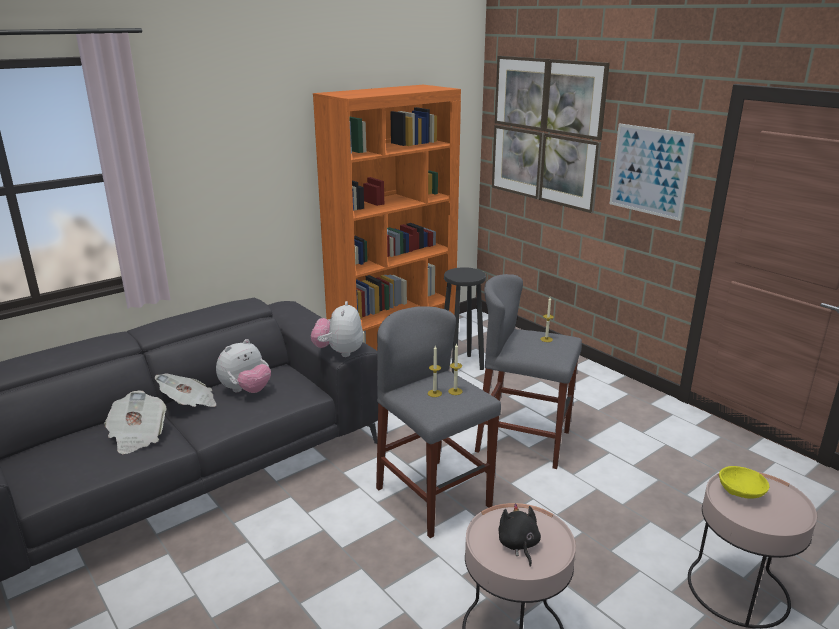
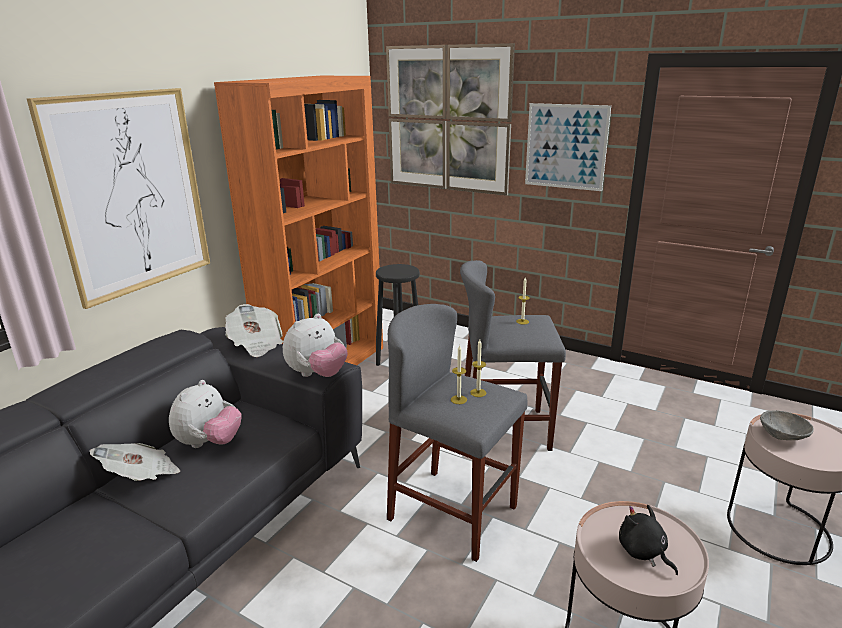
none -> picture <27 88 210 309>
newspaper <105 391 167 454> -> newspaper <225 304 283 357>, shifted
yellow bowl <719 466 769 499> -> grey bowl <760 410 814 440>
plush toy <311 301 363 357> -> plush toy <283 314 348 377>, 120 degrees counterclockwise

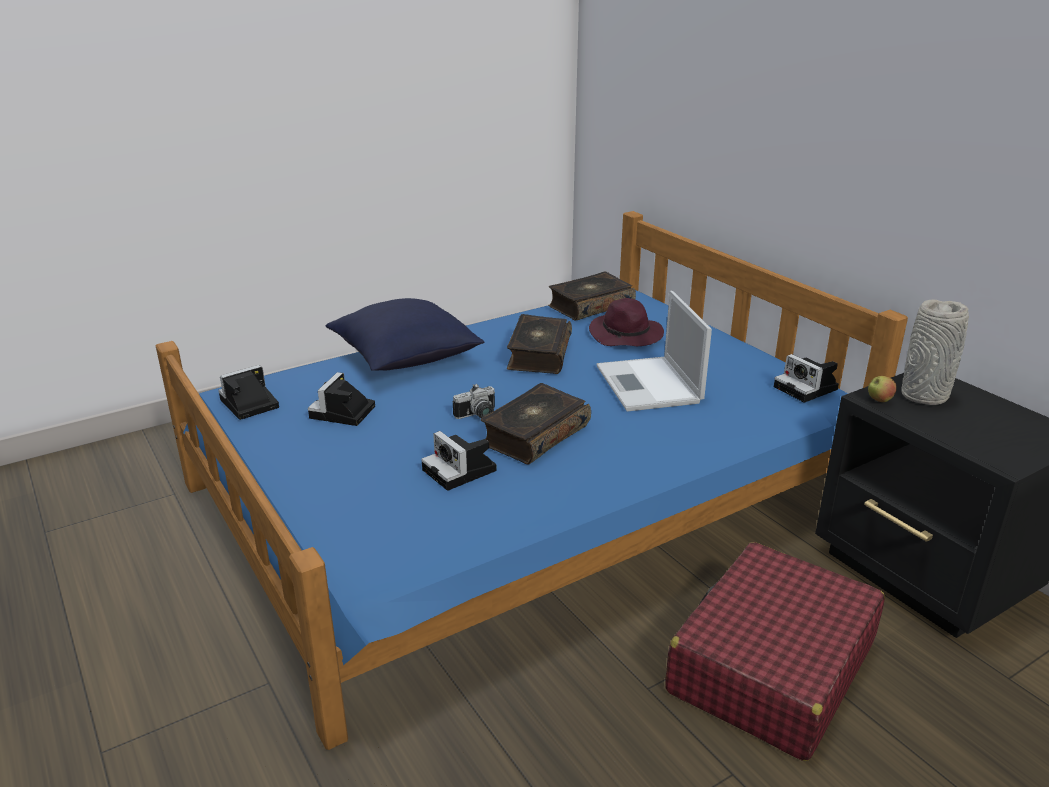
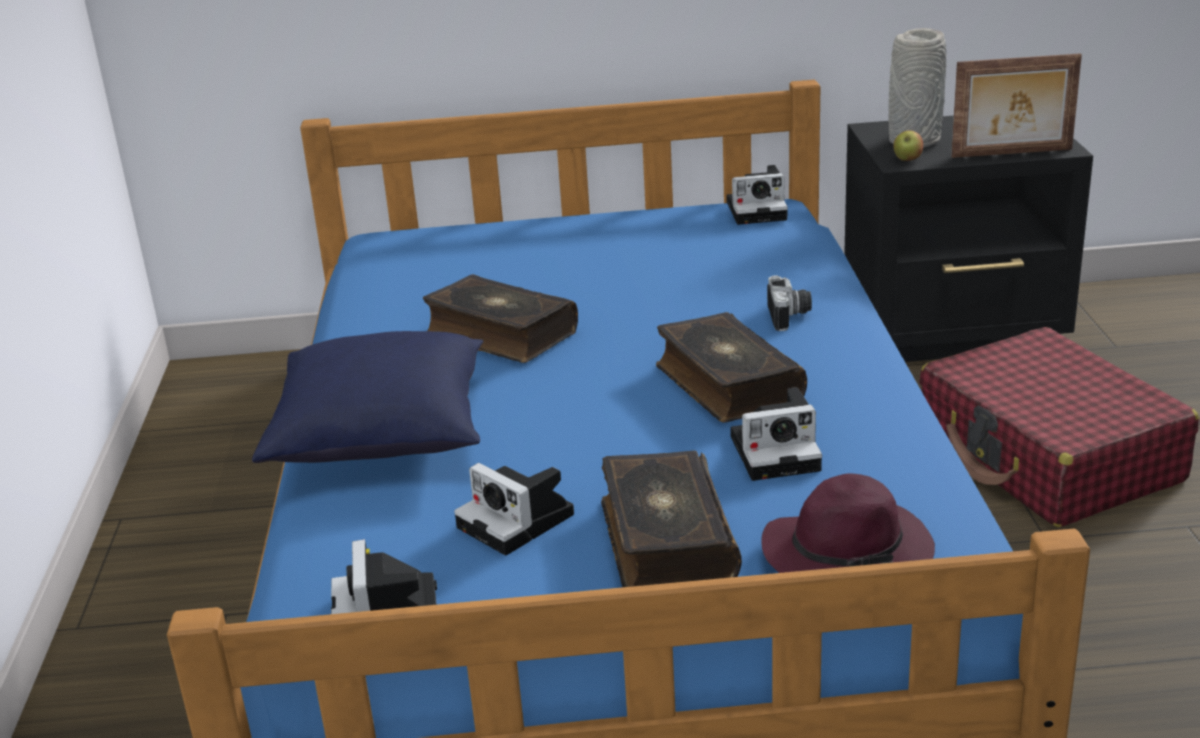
laptop <596 291 712 412> -> none
none -> picture frame <951 53 1082 158>
photo camera <453 384 495 419> -> photo camera <767 275 812 331>, shifted
book <548 272 636 321> -> book <601 451 742 587>, shifted
purple hat <589 298 664 346> -> purple hat <761 473 935 573>, shifted

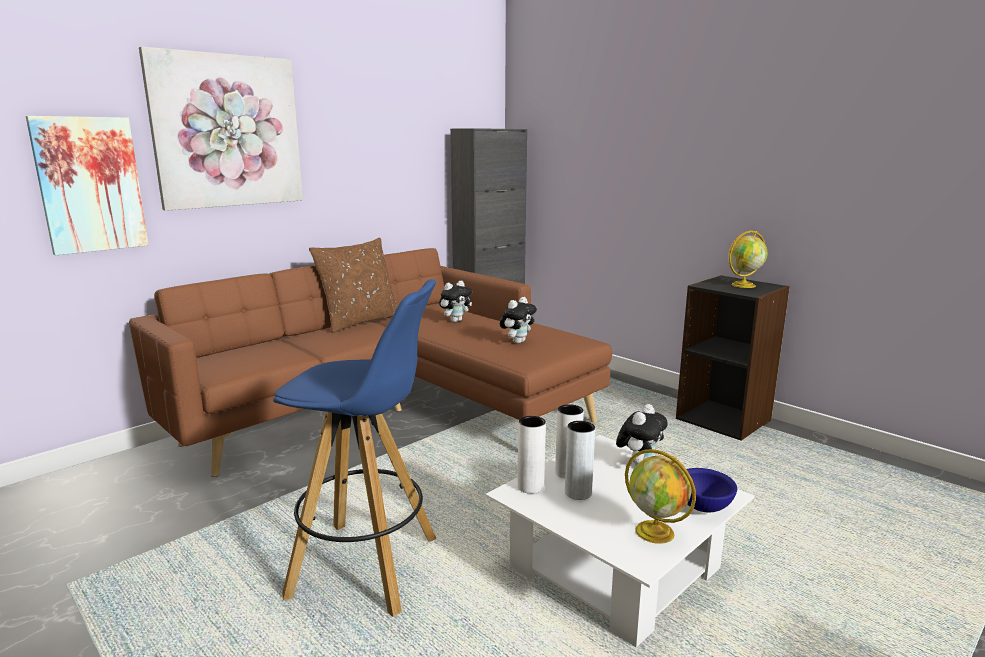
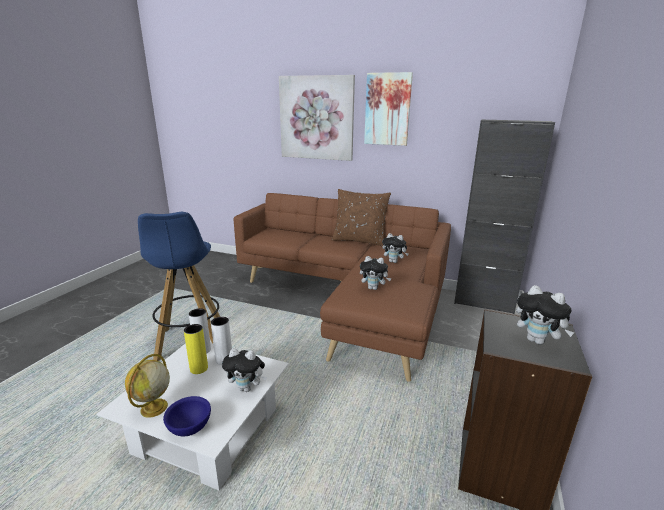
picture <26 116 149 255> -> picture <364 72 413 146>, shifted
globe <728 231 767 288> -> plush toy <516 285 575 345>
grey vase <565 421 595 500> -> yellow vase <184 324 208 374>

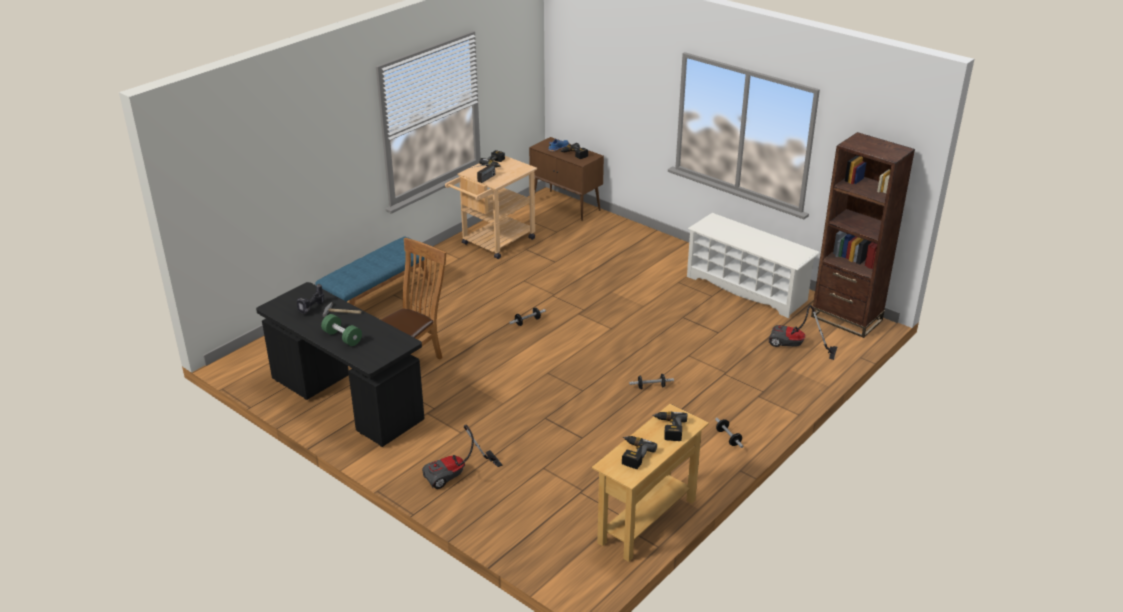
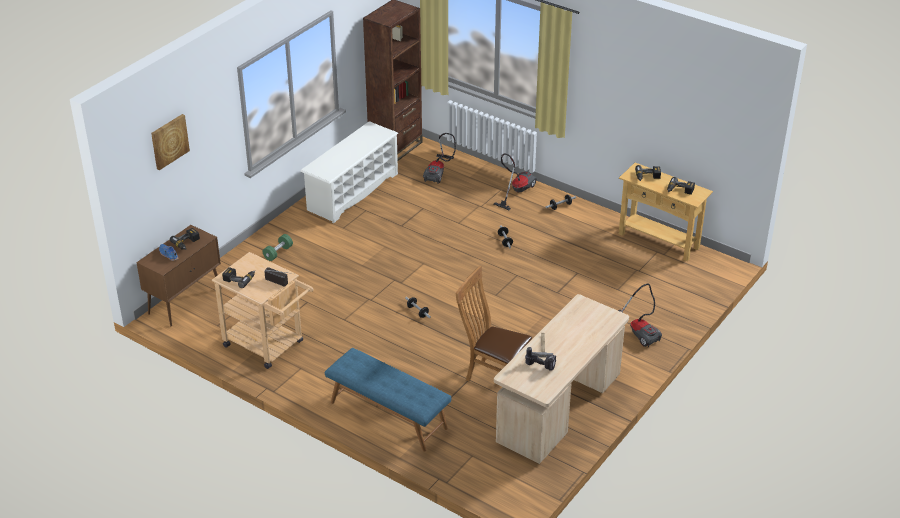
none -> picture <151 114 190 170>
none -> vacuum cleaner <494 153 537 210>
green dumbbell <321 314 362 346> -> green dumbbell <263 234 293 261>, shifted
black desk <256 282 425 447> -> beige desk <494 294 629 464>

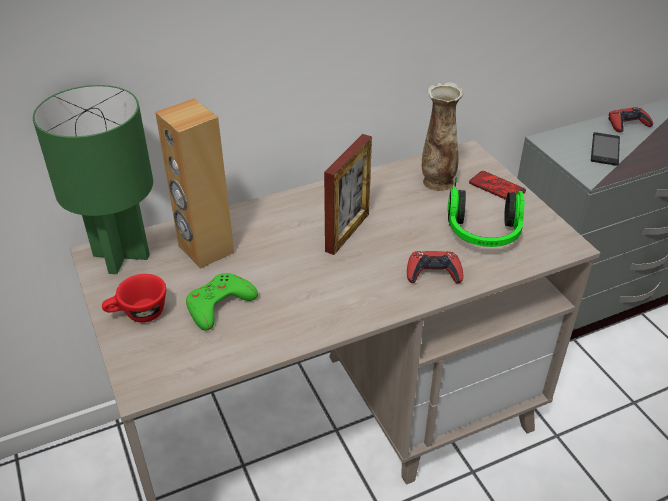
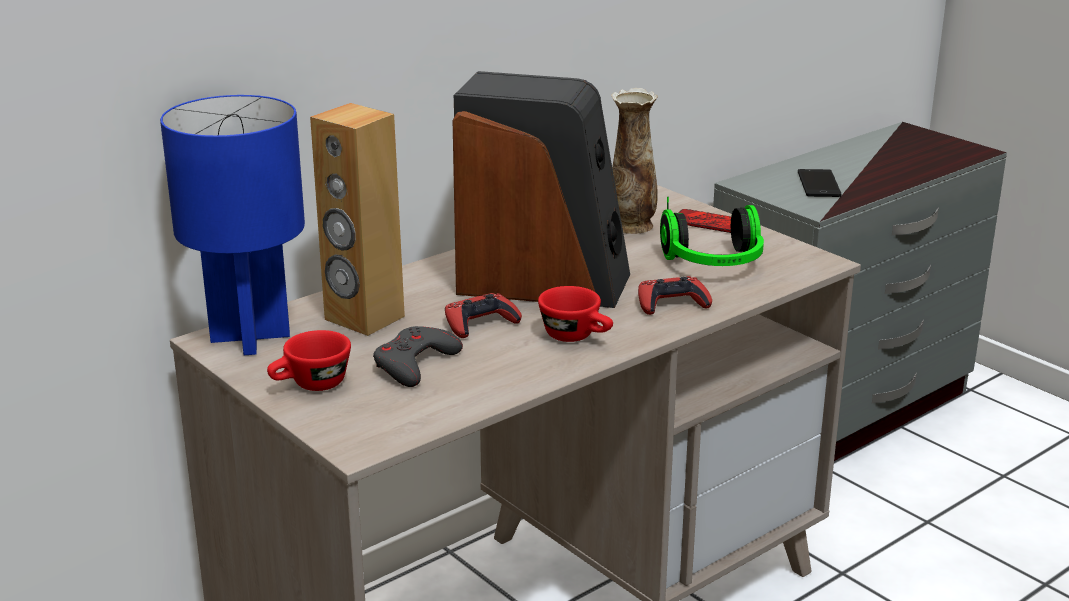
none -> red cup <538 286 613 342>
red game controller <609 107 653 132> -> red game controller <445 293 522 338>, shifted
picture frame <324 134 372 255> -> speaker <453 71 630 308>
green table lamp <33 85 153 274> -> blue table lamp <160 95 305 355>
green game controller <186 273 258 331> -> grey game controller <373 326 463 387>

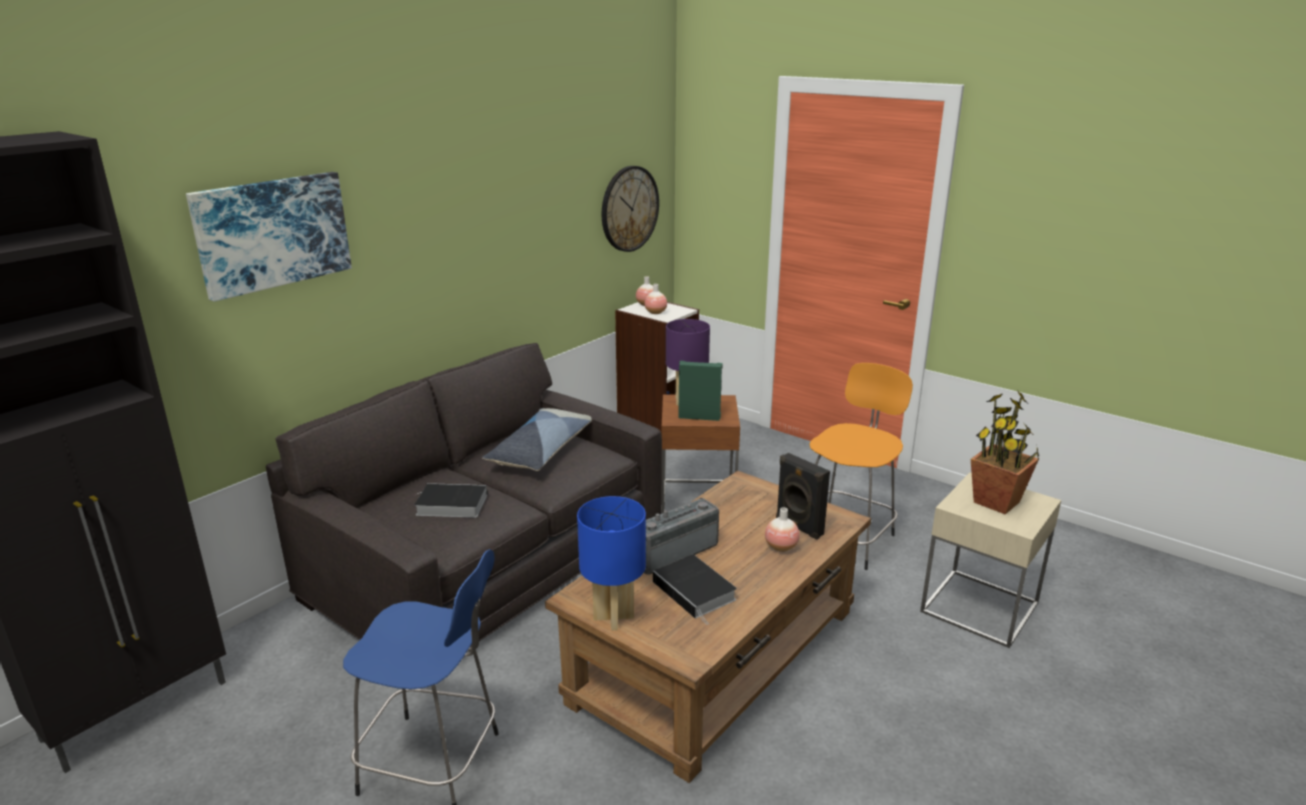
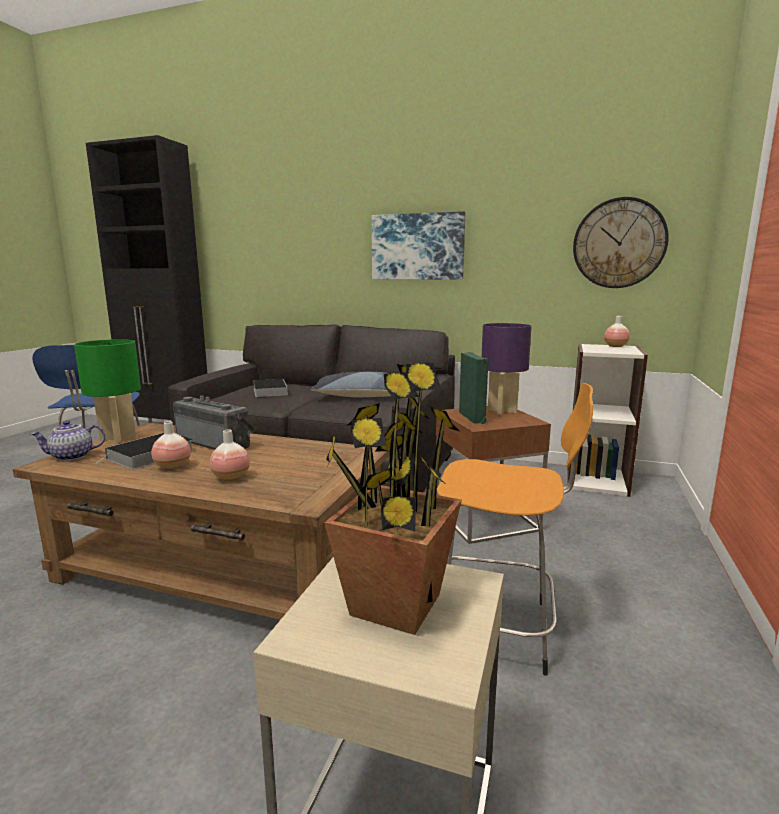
black speaker <776 453 830 540> -> none
none -> teapot <31 420 105 461>
picture <186 172 352 301> -> picture <372 211 465 279>, shifted
vase <644 284 667 314> -> vase <151 421 191 470>, shifted
blue table lamp <577 496 646 631> -> green table lamp <74 339 141 443>

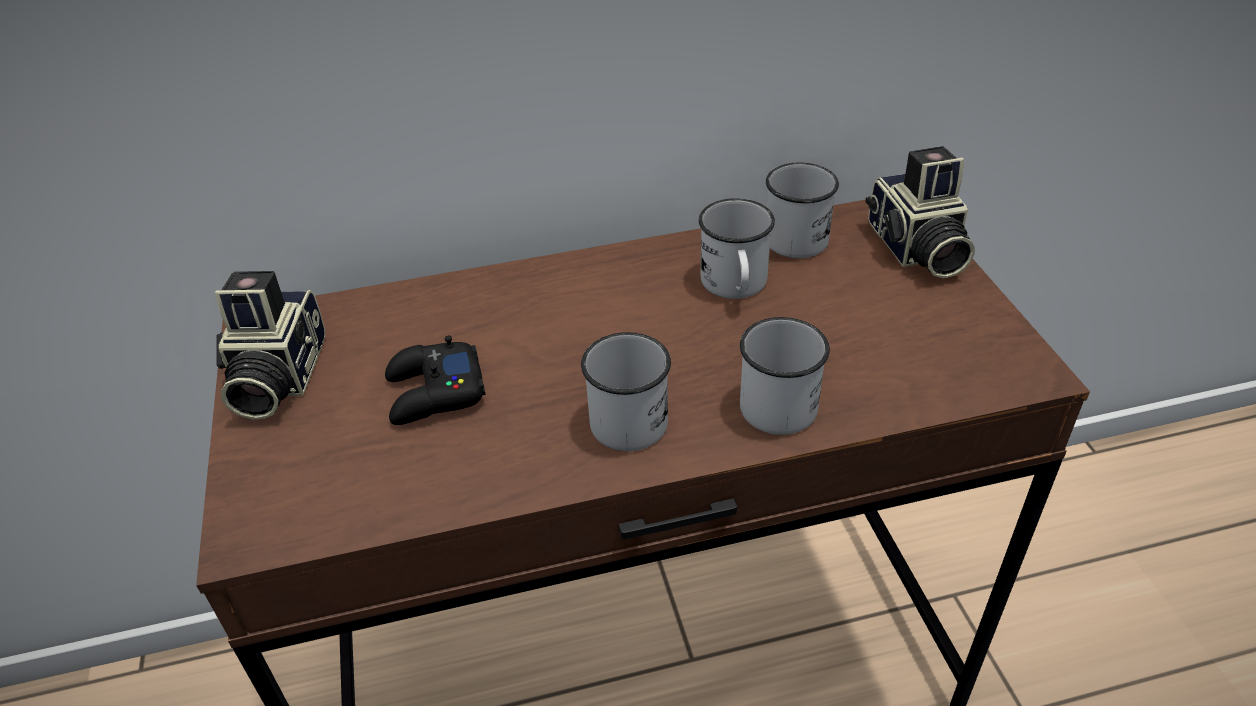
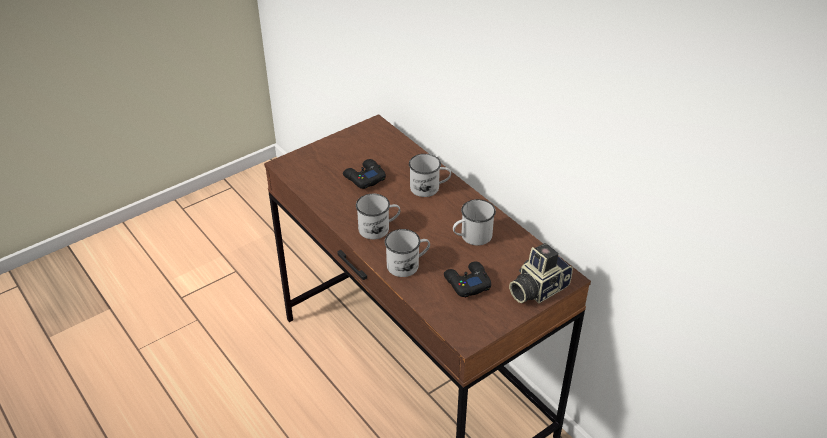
photo camera <215 271 325 420> -> none
none -> black game controller <444 262 491 298>
white mug <766 162 839 258> -> white mug <409 154 451 197>, shifted

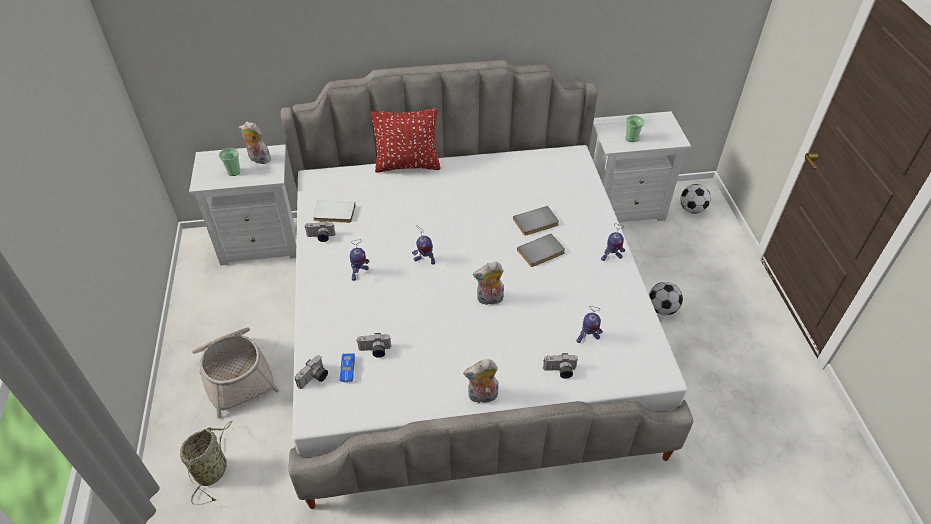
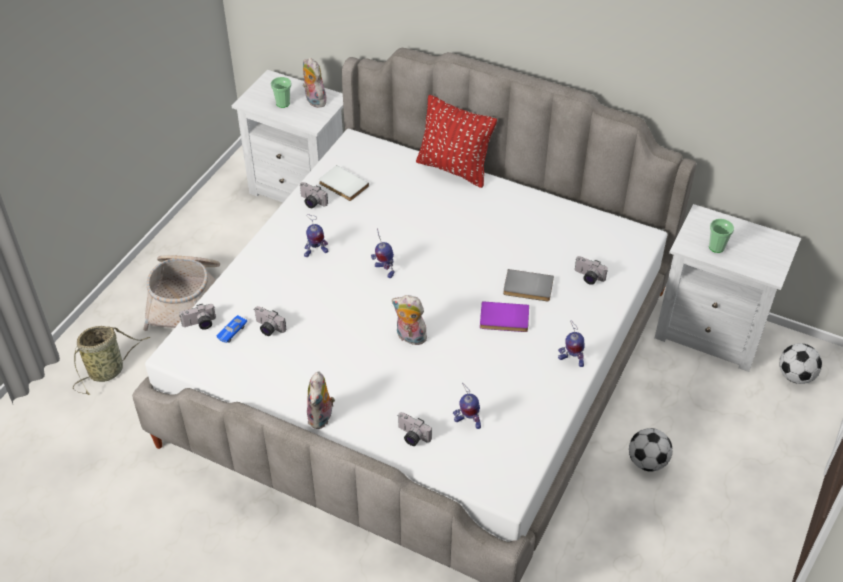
none -> photo camera <575 256 608 285>
grey book <517 234 565 267> -> purple book <480 301 529 332>
plush toy <463 359 499 403> -> plush toy <307 371 335 429>, 105 degrees counterclockwise

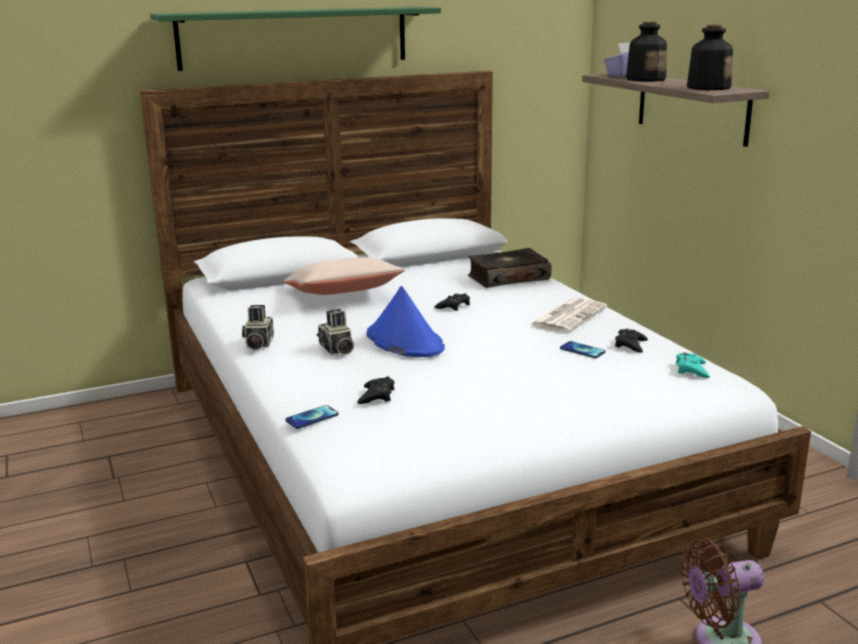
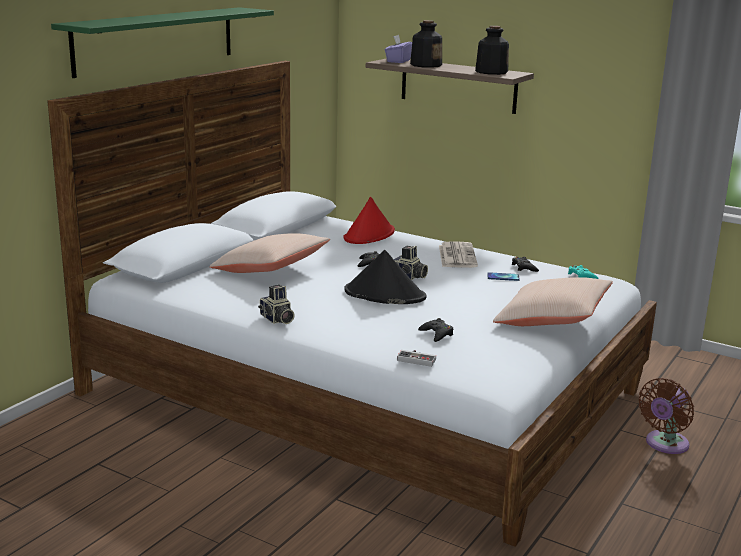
none -> beige pillow <493 277 613 326>
photo camera <317 309 354 355> -> photo camera <394 246 428 280>, shifted
phone <285 405 339 429> -> game controller <397 350 436 367>
book <468 248 552 288> -> red hat <344 197 395 244>
blue hat <367 286 445 357> -> black hat <345 250 427 304>

